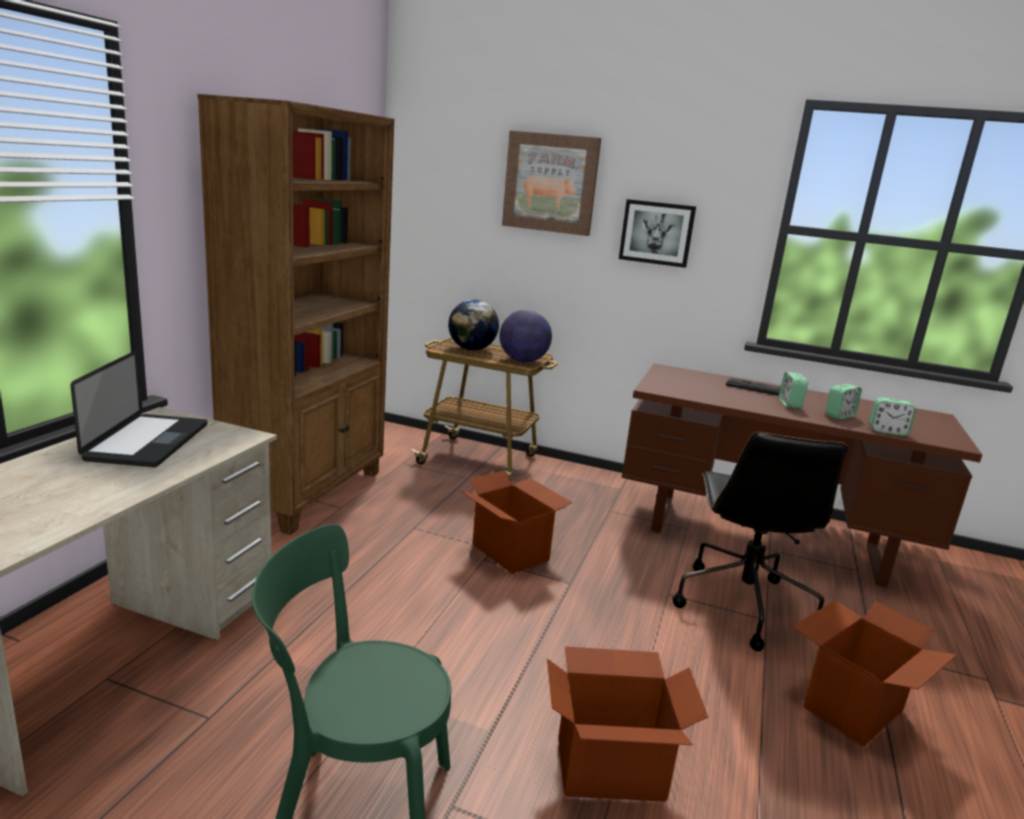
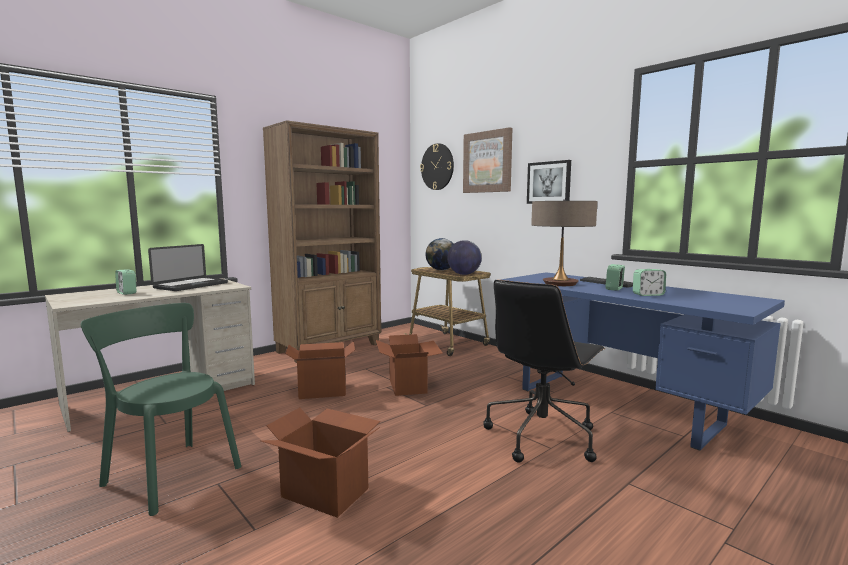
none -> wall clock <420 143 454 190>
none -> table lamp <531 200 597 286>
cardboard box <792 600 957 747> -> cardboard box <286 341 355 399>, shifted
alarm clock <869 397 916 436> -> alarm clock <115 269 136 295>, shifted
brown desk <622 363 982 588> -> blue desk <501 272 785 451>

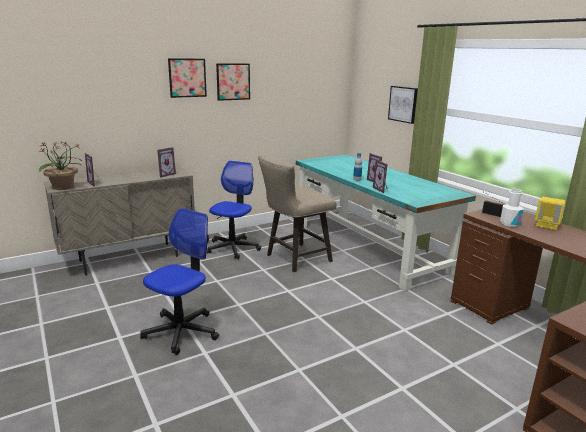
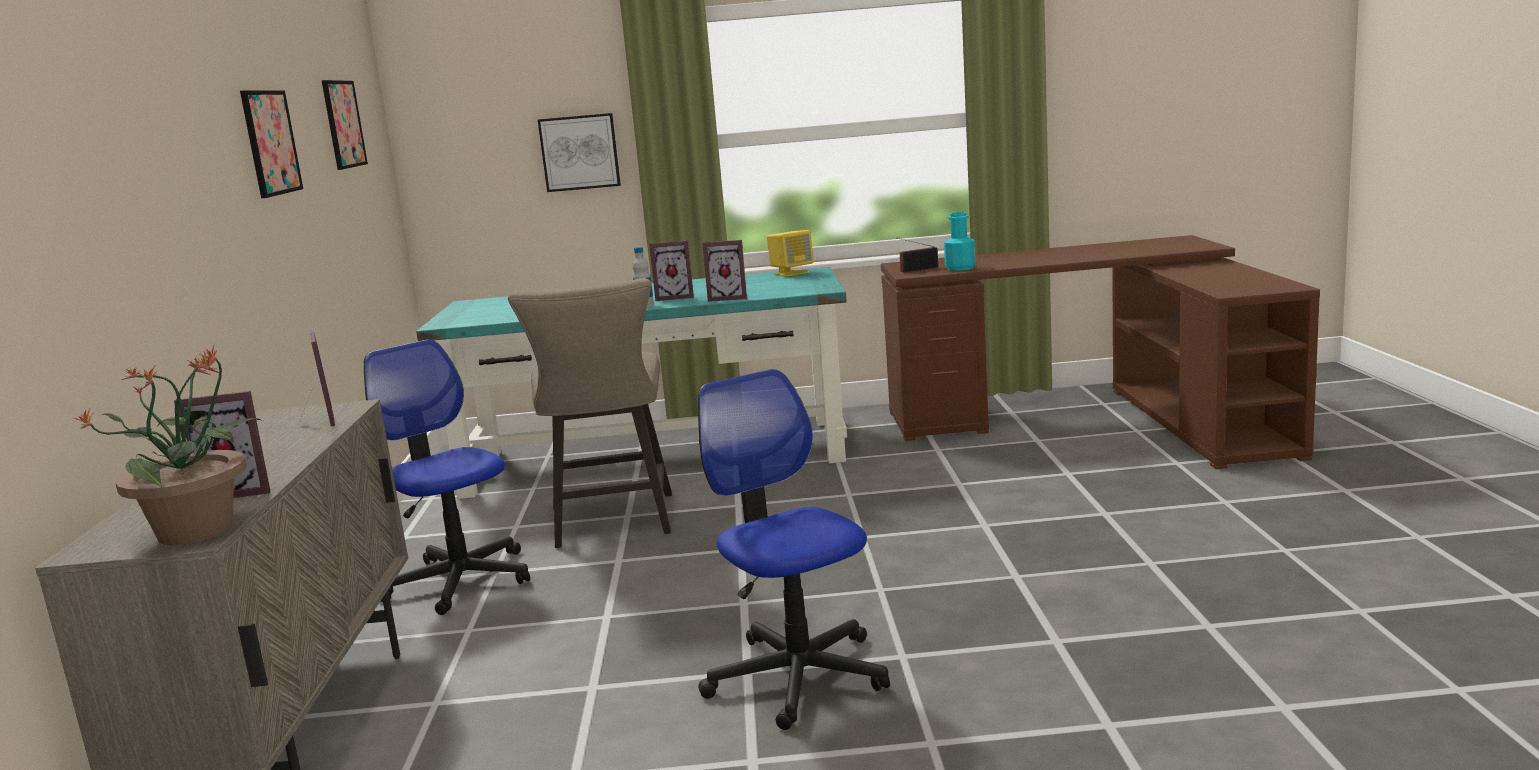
picture <168 58 207 98> -> picture <322 80 368 170>, shifted
yellow speaker <535 197 565 230> -> yellow speaker <767 230 814 277>, shifted
white bottle <500 189 523 227> -> turquoise bottle <944 212 976 271>

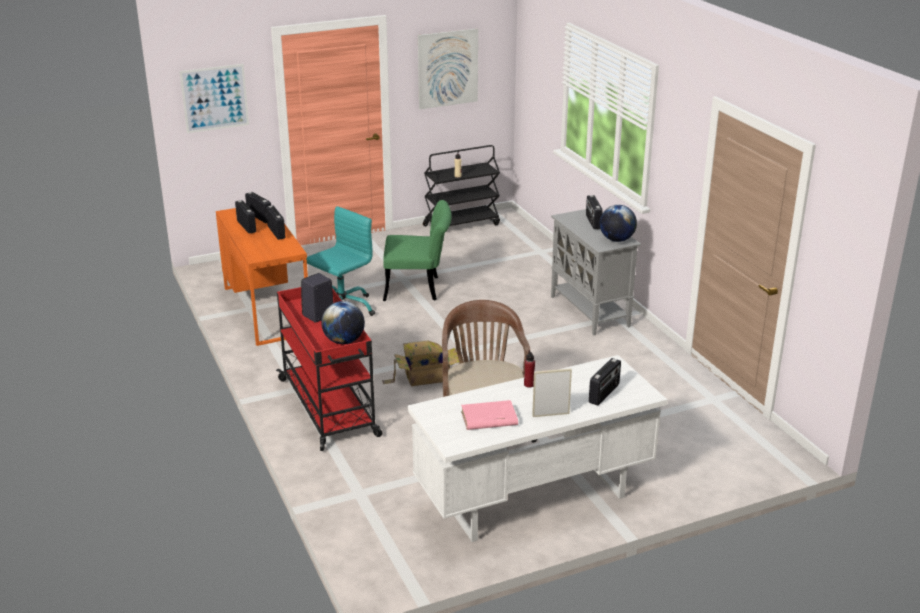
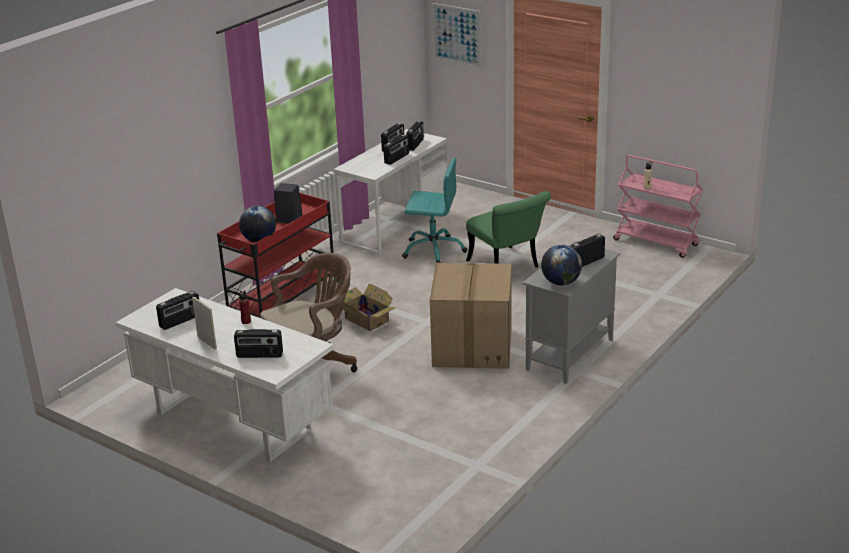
picture <418 28 478 109> -> none
none -> cardboard box <430 263 511 369>
pink book <461 400 518 430> -> radio <156 291 199 330>
orange desk <216 208 308 346> -> white desk <333 129 448 255>
black cart <423 145 500 226> -> pink cart <613 155 703 258>

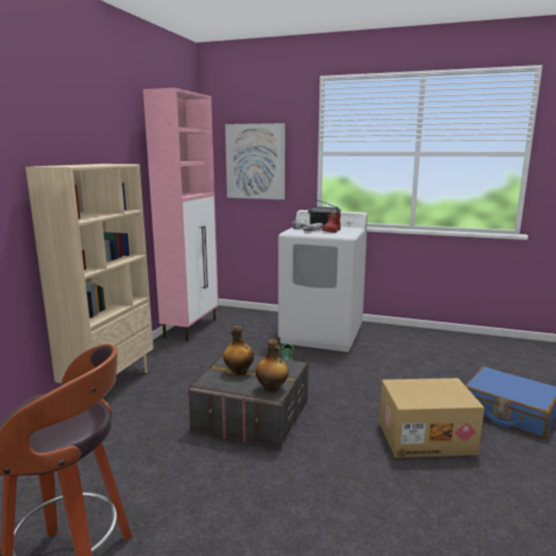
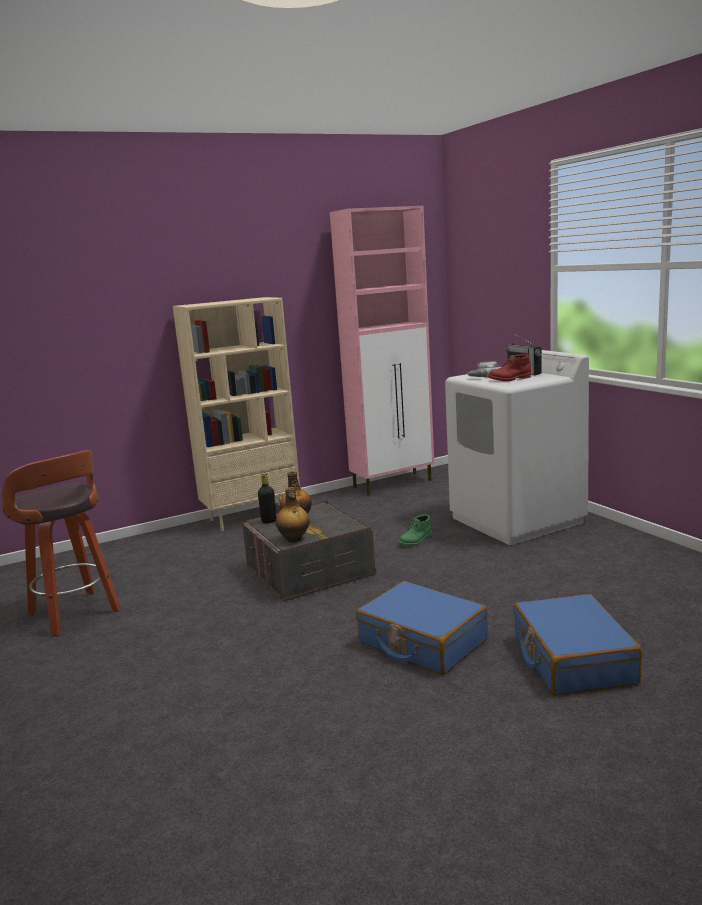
picture <225 123 285 200> -> none
none -> black bottle <258 473 276 523>
cardboard box <379 378 484 458> -> blue suitcase <356 581 488 675>

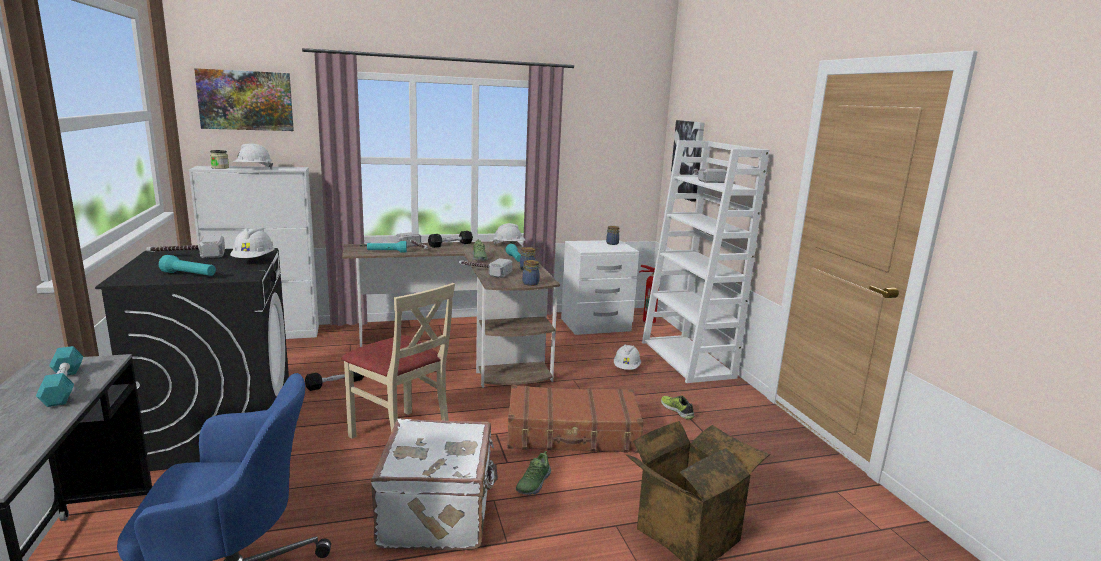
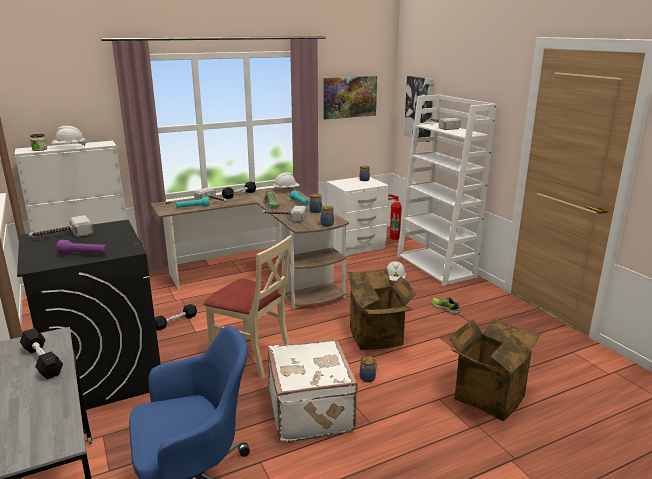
white hard hat <230 228 274 258> -> none
picture <194 68 294 131> -> picture <323 76 377 119>, shifted
brown suitcase <507 385 643 453> -> cardboard box <348 268 416 350>
shoe <516 451 551 495> -> jar <360 356 378 382>
turquoise dumbbell <36 346 83 407> -> black dumbbell <20 328 63 379>
turquoise flashlight <159 255 216 276> -> purple flashlight <56 240 108 255>

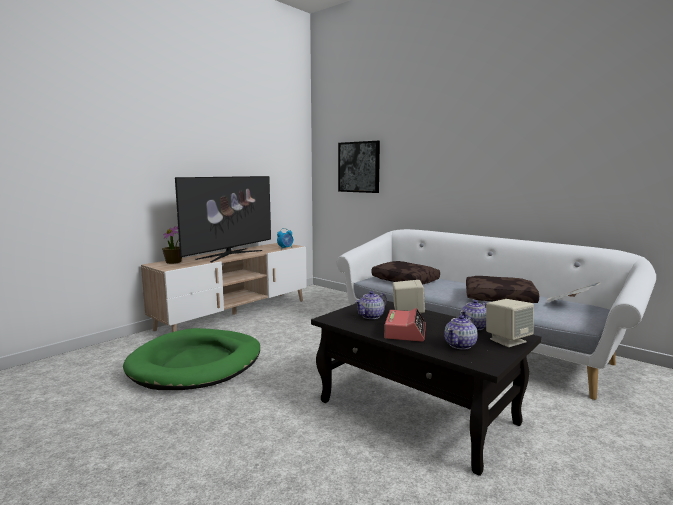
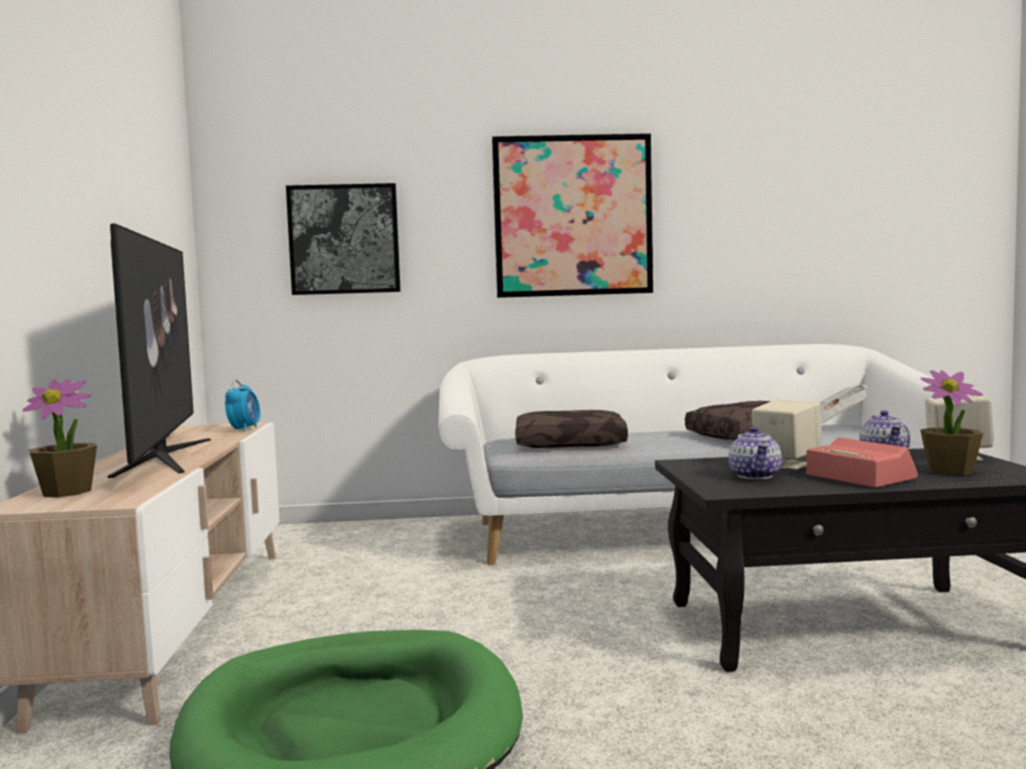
none -> picture <492 133 653 298>
teapot <444 315 478 350> -> potted plant <920 370 983 475>

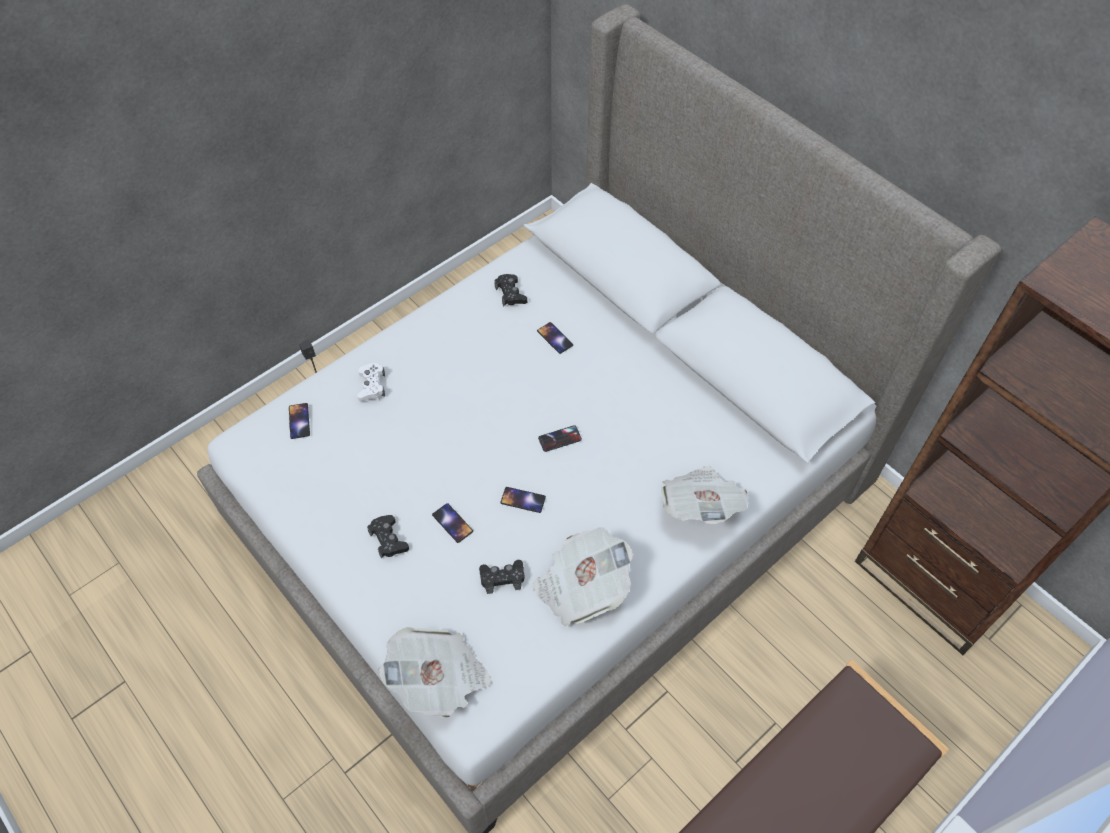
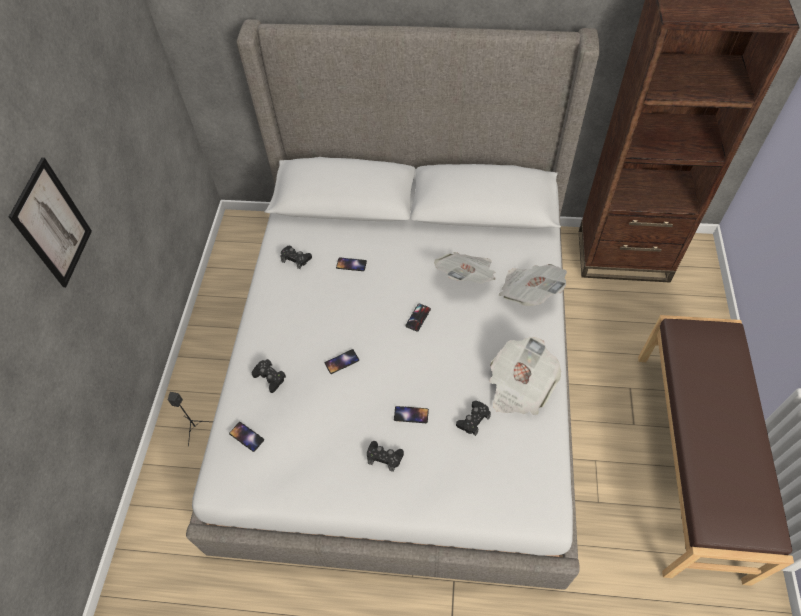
none -> picture <9 157 92 287>
newspaper <378 627 491 718> -> newspaper <434 252 496 284>, shifted
phone <500 487 546 513> -> phone <325 349 359 374>, shifted
white game controller <357 363 385 401> -> black game controller <252 359 286 393>

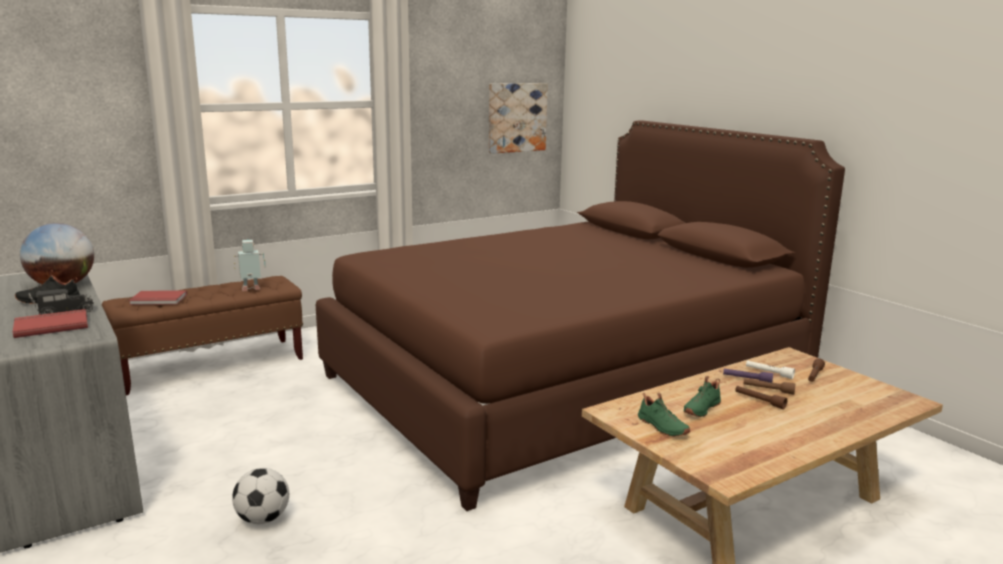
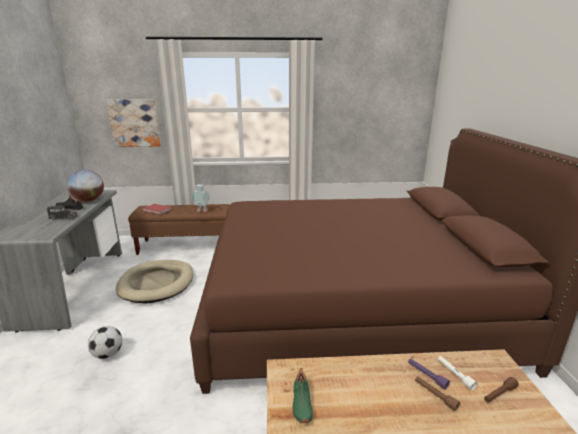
red book <13 309 88 338> -> none
green shoe <684 376 721 417> -> none
brown flashlight <735 386 787 410> -> none
none -> beige dog bed <116 260 193 304>
picture <489 83 548 154> -> picture <106 99 161 147>, shifted

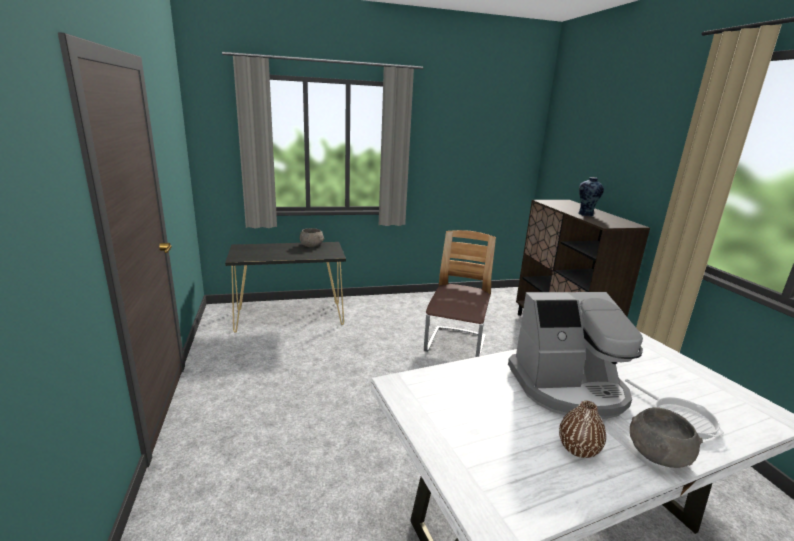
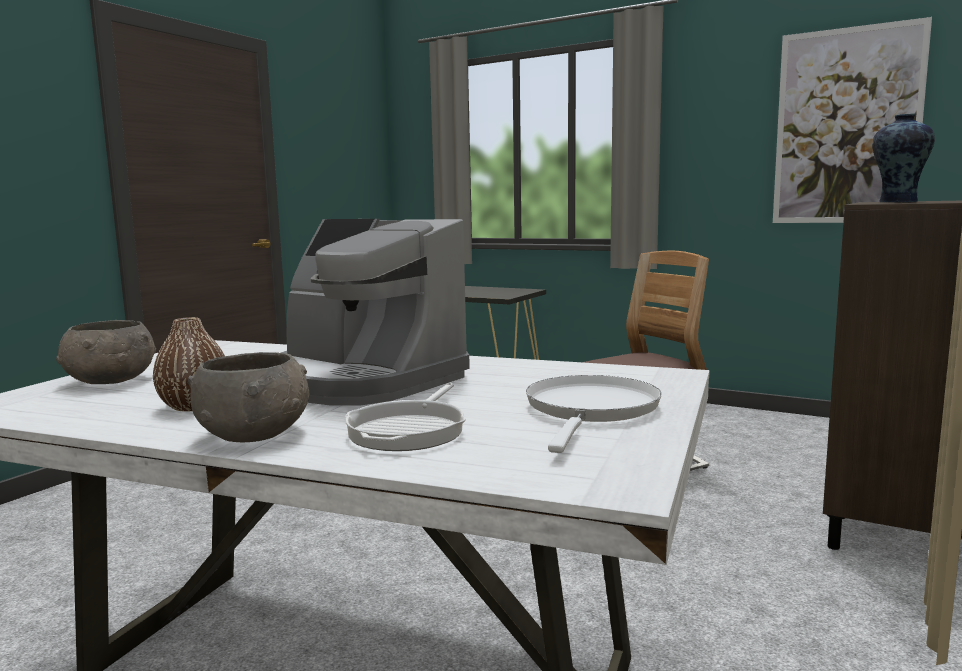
none -> white frying pan <526 375 662 453>
none -> picture <773 17 932 223>
grey bowl <299 228 324 247> -> grey bowl <56 320 156 384>, shifted

